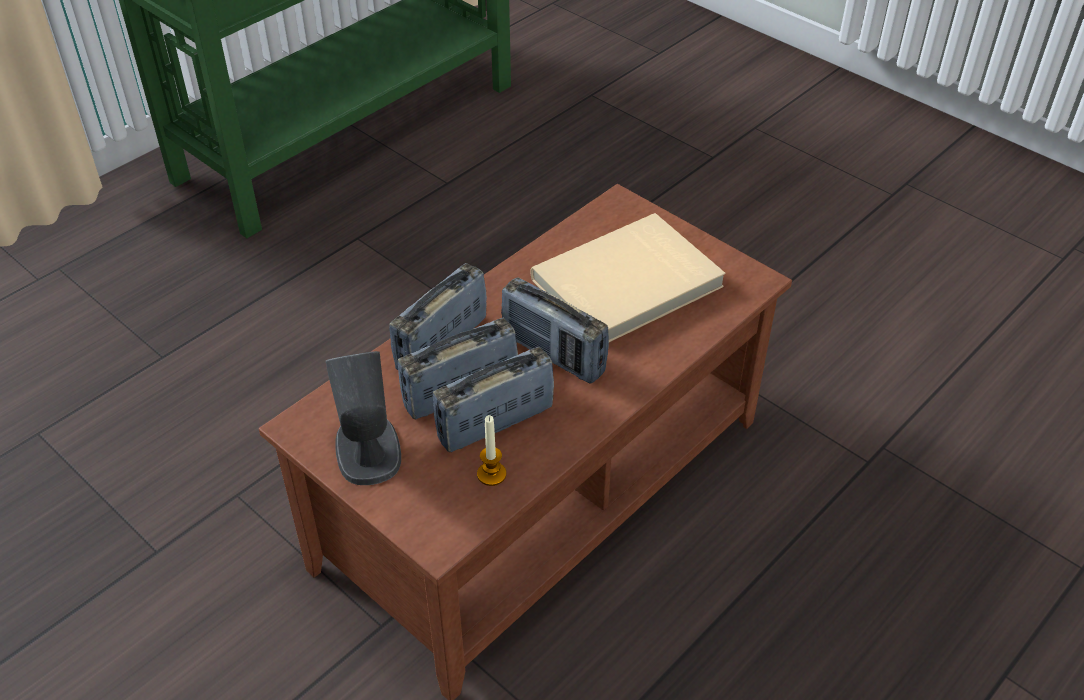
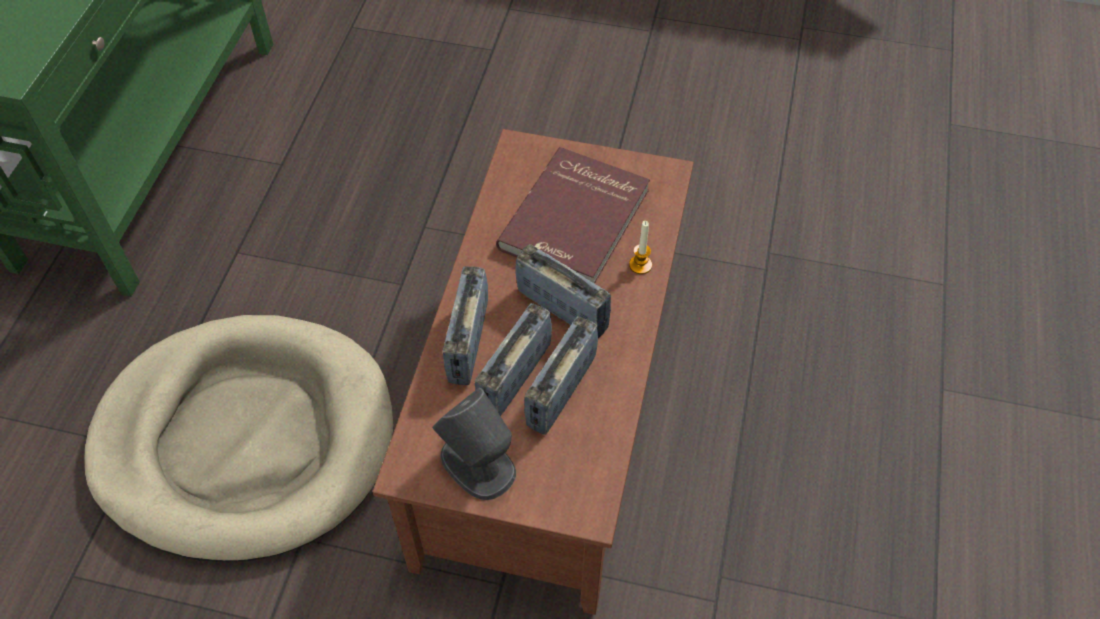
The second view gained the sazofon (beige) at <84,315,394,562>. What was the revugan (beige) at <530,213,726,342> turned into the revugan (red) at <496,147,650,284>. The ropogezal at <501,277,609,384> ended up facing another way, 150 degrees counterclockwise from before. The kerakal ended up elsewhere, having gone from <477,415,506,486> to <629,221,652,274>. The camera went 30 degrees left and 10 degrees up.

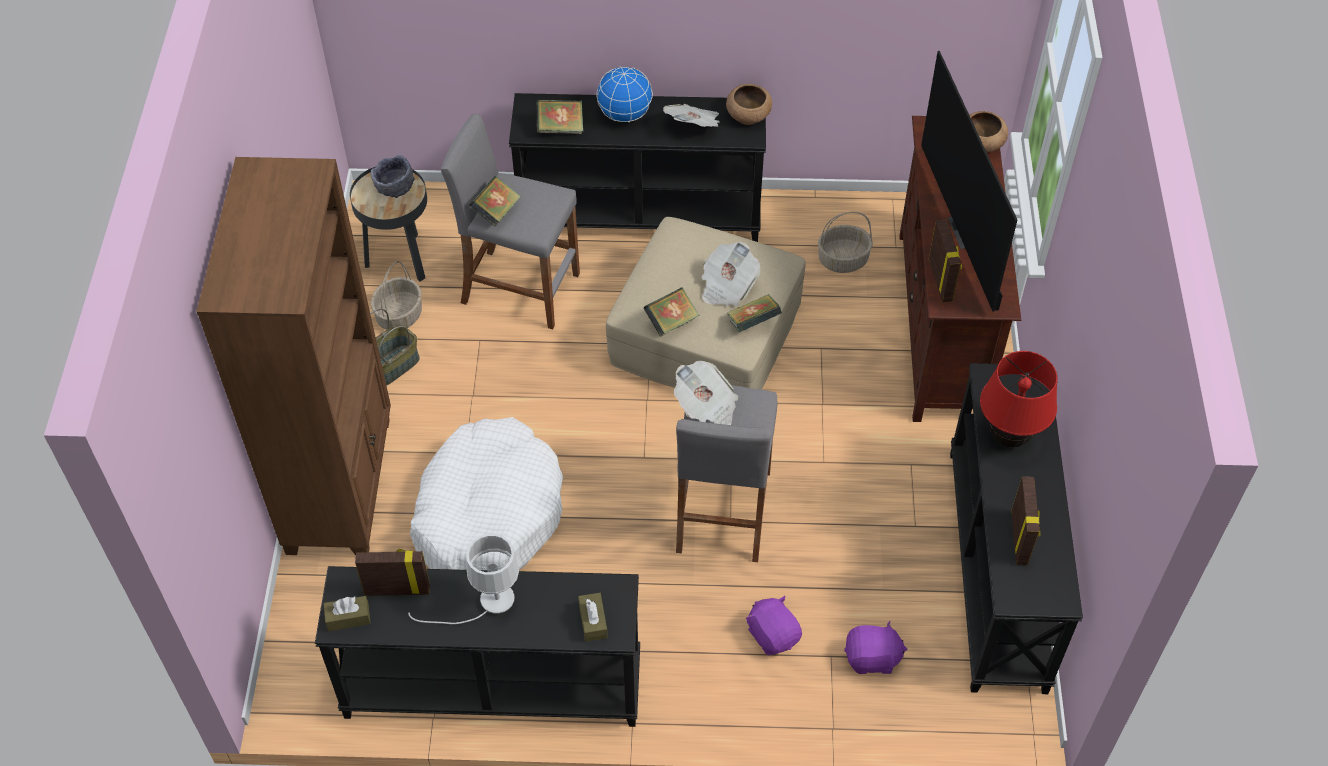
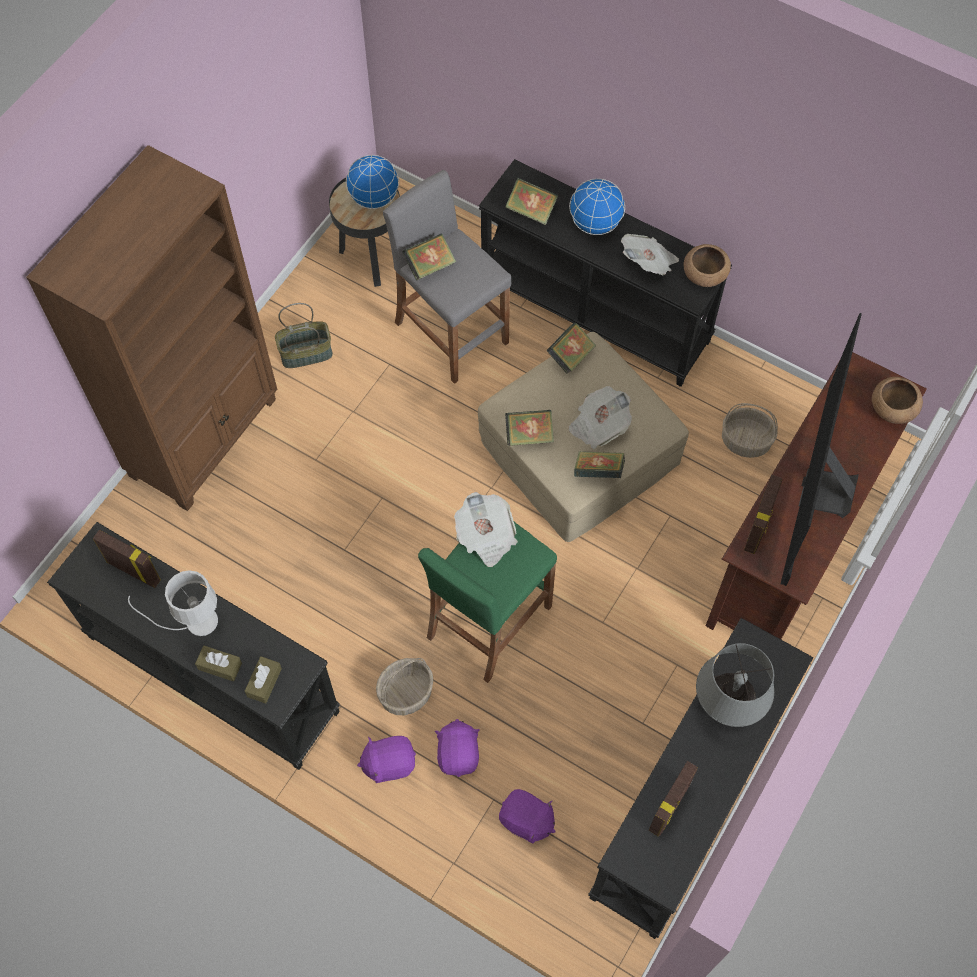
The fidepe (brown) ended up elsewhere, having gone from <323,596,371,631> to <195,646,242,682>. Where the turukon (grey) stood at <371,155,415,198>, the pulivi came to stand at <346,155,399,209>. The second view gained the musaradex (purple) at <357,736,416,783>. The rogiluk ended up elsewhere, having gone from <371,261,422,330> to <376,658,434,715>. What was the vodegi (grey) at <676,385,777,562> turned into the vodegi (green) at <418,522,557,683>. The second view gained the revugan at <547,322,596,374>. What was the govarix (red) at <980,351,1058,447> turned into the govarix (grey) at <696,643,774,727>. The second view lost the sazofon (white) at <410,417,563,570>. The camera went 30 degrees right and 10 degrees up.

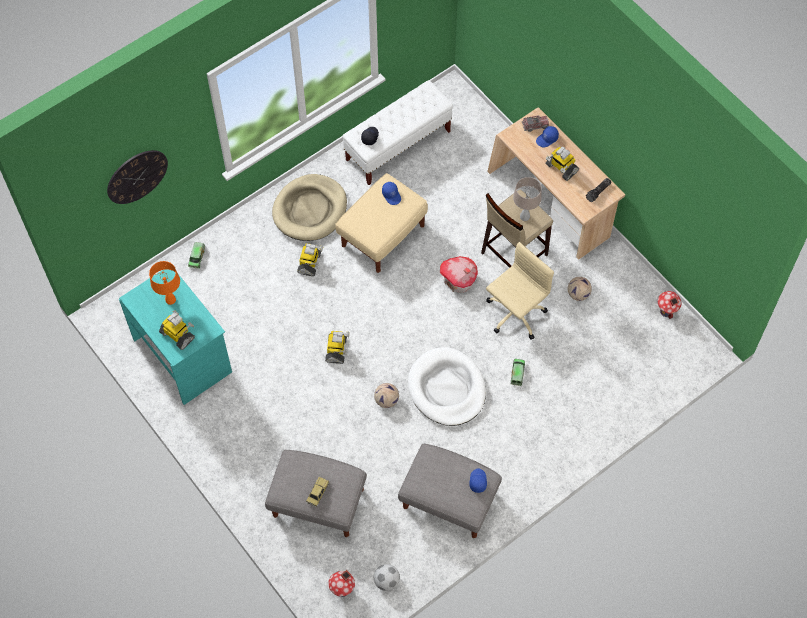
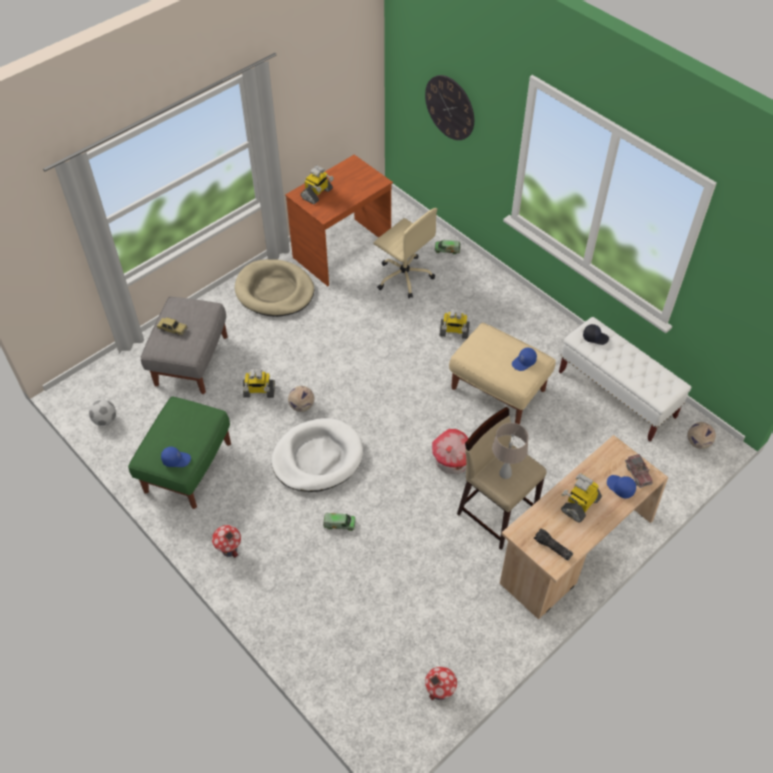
What was the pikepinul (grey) at <398,444,502,538> turned into the pikepinul (green) at <128,396,231,509>. The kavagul ended up elsewhere, having gone from <328,570,355,597> to <212,525,241,558>. The sazofon (beige) ended up elsewhere, having gone from <272,174,347,241> to <235,259,314,317>. The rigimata ended up elsewhere, having gone from <325,331,350,364> to <243,368,275,398>. What was the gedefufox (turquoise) at <119,270,232,405> turned into the gedefufox (brown) at <285,155,393,286>. The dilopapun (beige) ended up elsewhere, having gone from <486,242,554,340> to <373,208,437,298>. The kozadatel ended up elsewhere, having gone from <568,277,592,301> to <687,422,716,449>. The second view lost the govarix (orange) at <149,261,180,305>. The camera went 85 degrees right and 10 degrees down.

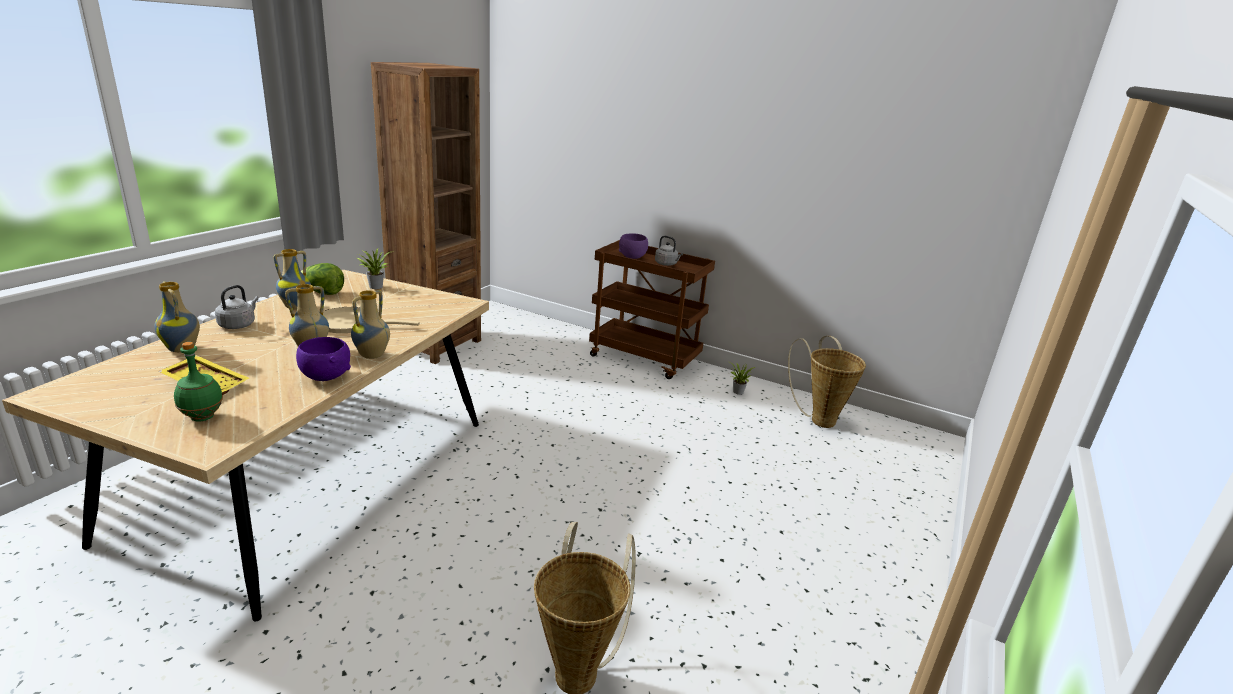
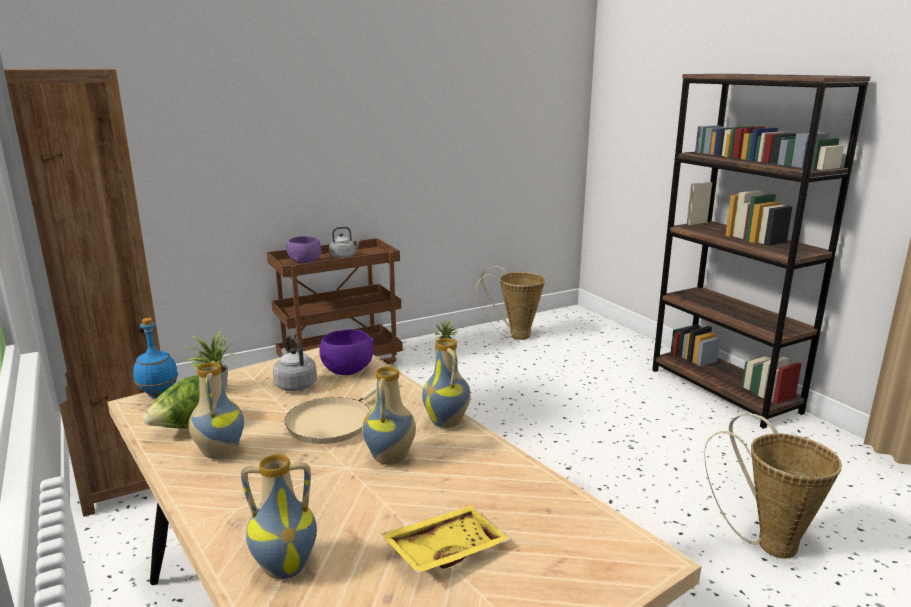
The second view gained the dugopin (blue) at <133,318,178,398>. The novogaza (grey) ended up elsewhere, having gone from <215,285,259,329> to <273,335,317,391>. The turukon (purple) ended up elsewhere, having gone from <296,337,351,381> to <319,329,375,375>. The second view gained the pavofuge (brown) at <652,74,871,429>. The second view lost the dugopin (green) at <174,342,223,421>. The camera went 55 degrees left and 5 degrees down.

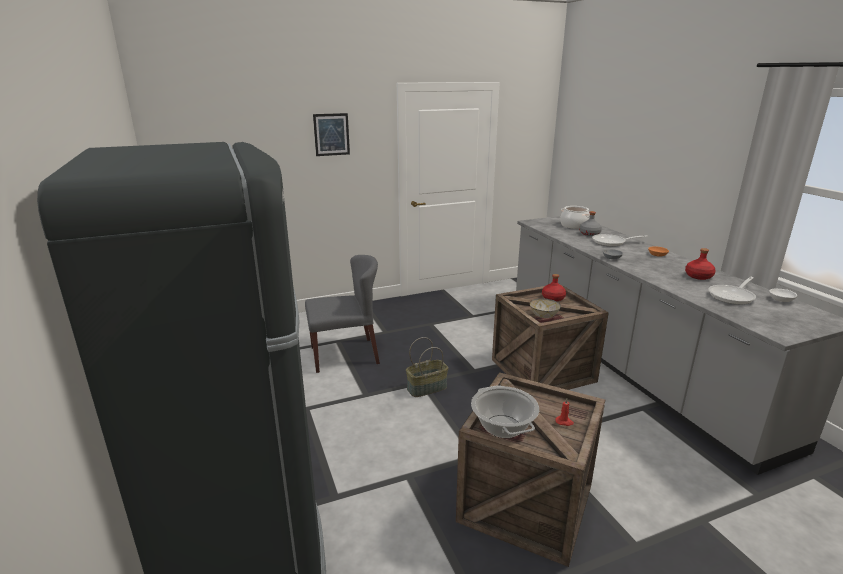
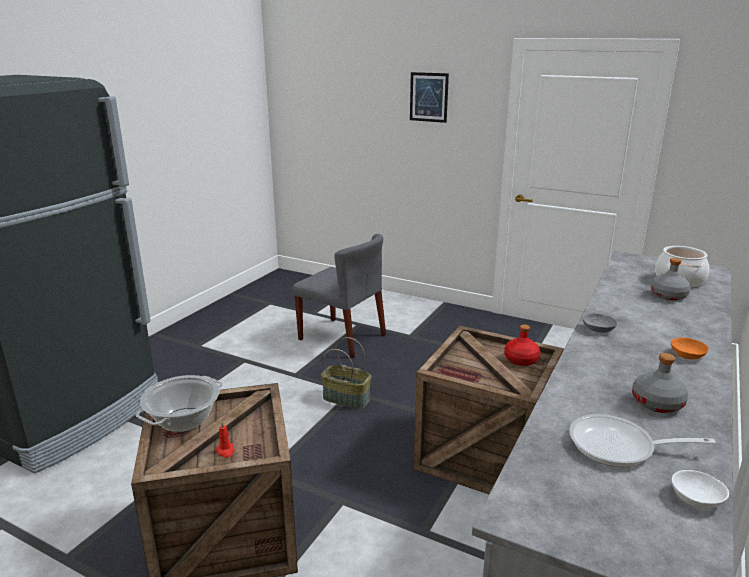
What was the dugopin (red) at <685,248,716,280> turned into the dugopin (grey) at <632,353,688,413>. The second view lost the turukon at <530,298,561,318>. The second view lost the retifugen at <592,234,648,247>. The camera went 50 degrees right and 0 degrees up.

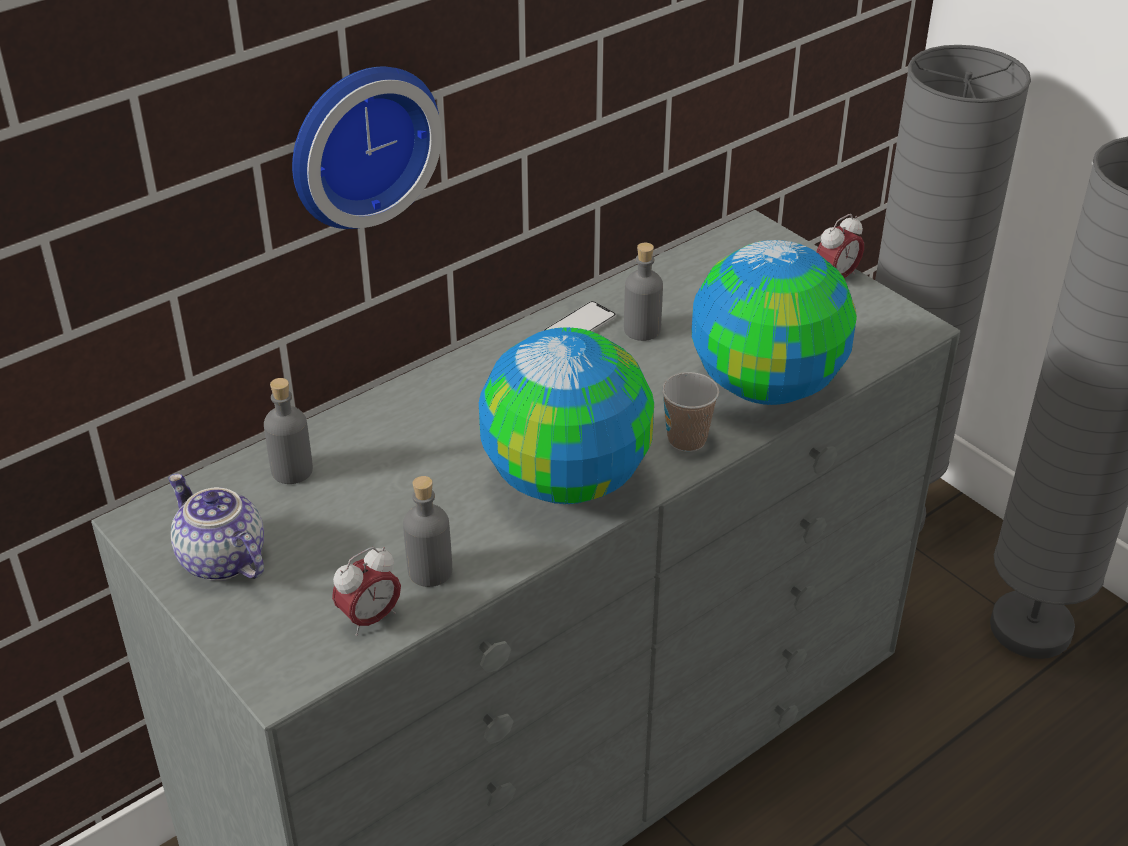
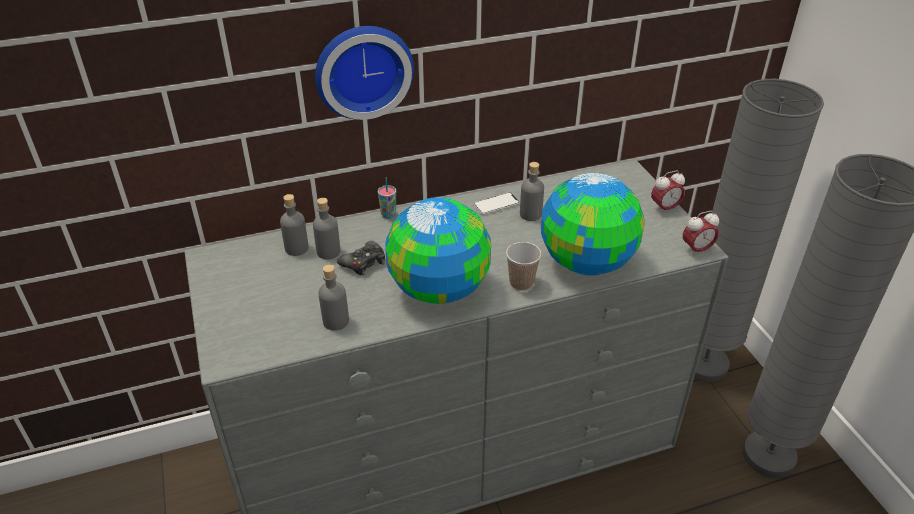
The second view gained the dugopin (grey) at <313,198,340,259>. The second view gained the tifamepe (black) at <337,241,385,276>. The second view gained the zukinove at <378,178,396,219>. The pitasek ended up elsewhere, having gone from <332,547,401,636> to <683,211,719,256>. The second view lost the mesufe at <168,474,264,581>. The camera went 20 degrees right and 0 degrees up.

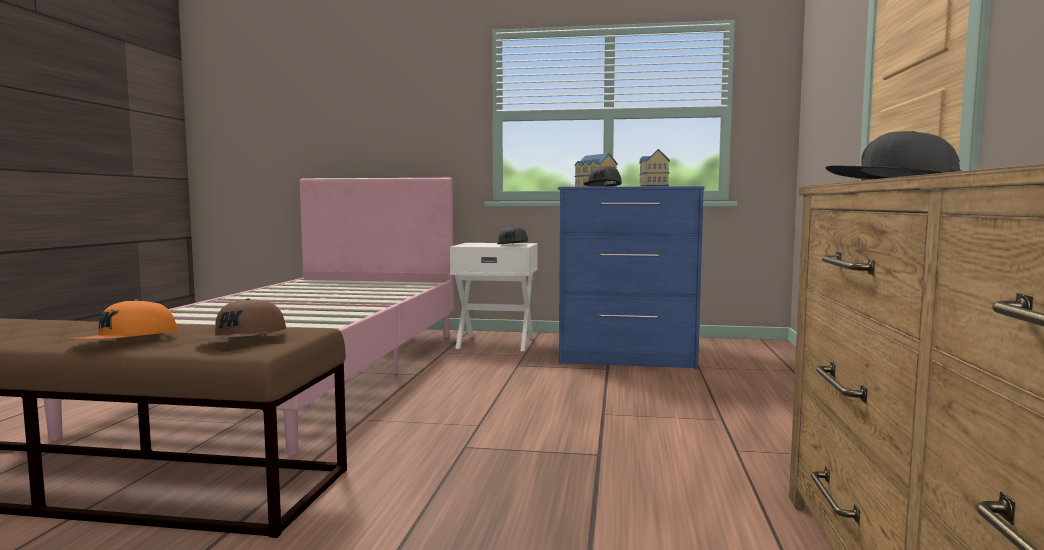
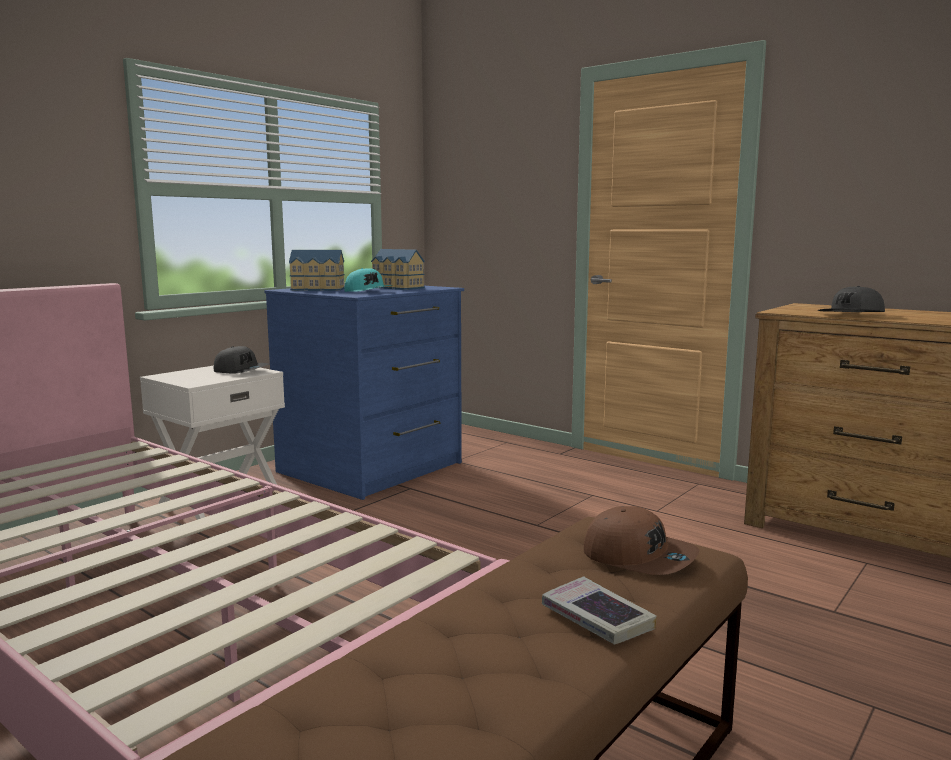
What was the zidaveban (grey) at <584,166,622,187> turned into the zidaveban (turquoise) at <344,268,393,292>. Where the zidaveban (orange) stood at <69,299,178,339>, the revugan came to stand at <542,576,657,644>. The camera went 60 degrees left and 5 degrees up.

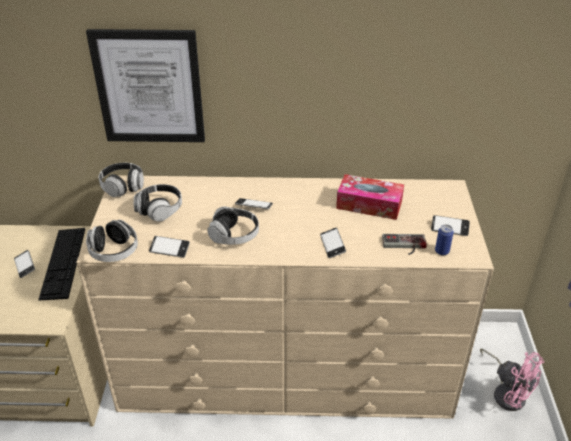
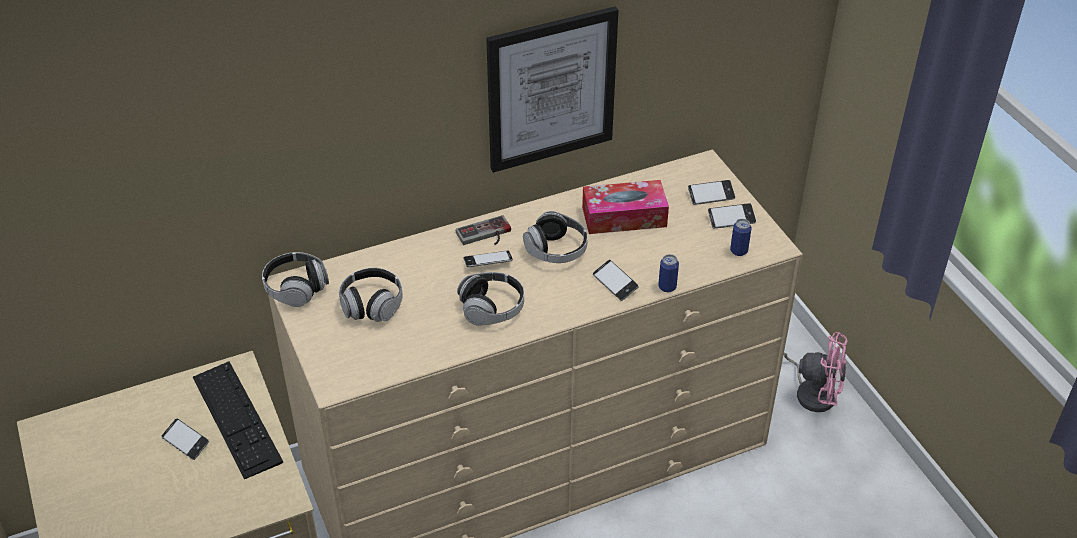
The tifamepe ended up elsewhere, having gone from <382,234,427,255> to <456,215,511,245>. The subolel ended up elsewhere, having gone from <86,29,205,142> to <486,6,618,173>. The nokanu ended up elsewhere, having gone from <86,220,138,262> to <523,211,588,263>. The second view gained the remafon at <658,254,679,292>. The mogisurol ended up elsewhere, having gone from <149,236,190,258> to <688,180,735,205>. The camera went 25 degrees left and 5 degrees up.

